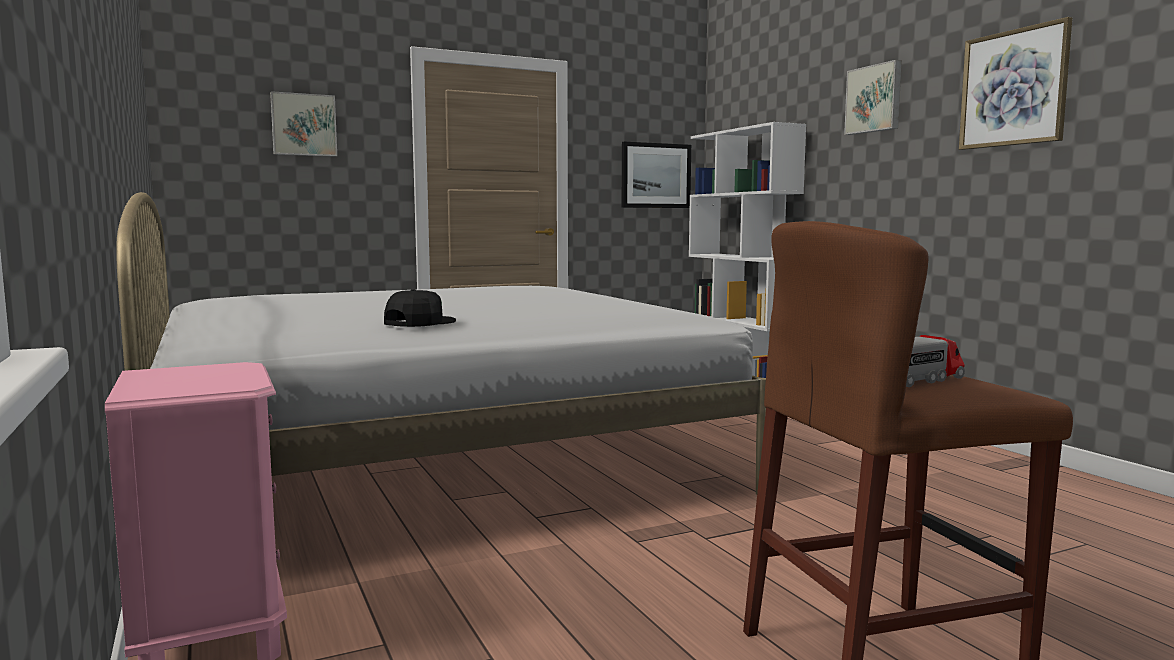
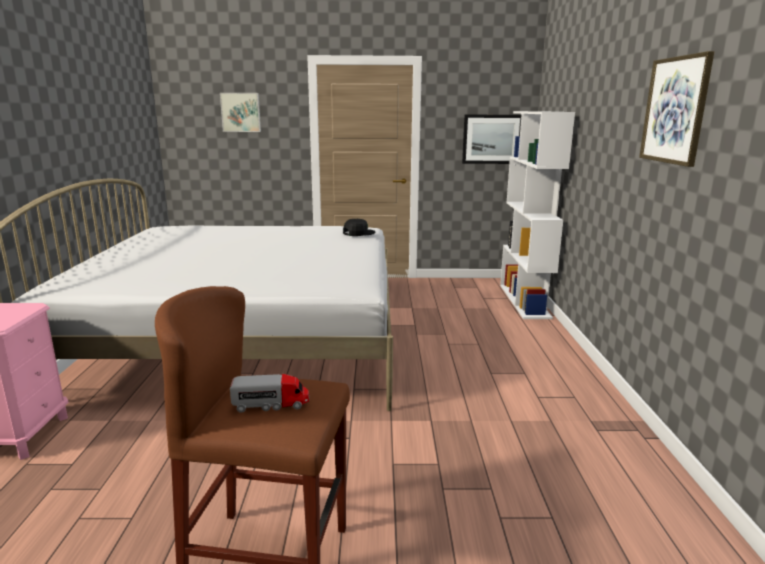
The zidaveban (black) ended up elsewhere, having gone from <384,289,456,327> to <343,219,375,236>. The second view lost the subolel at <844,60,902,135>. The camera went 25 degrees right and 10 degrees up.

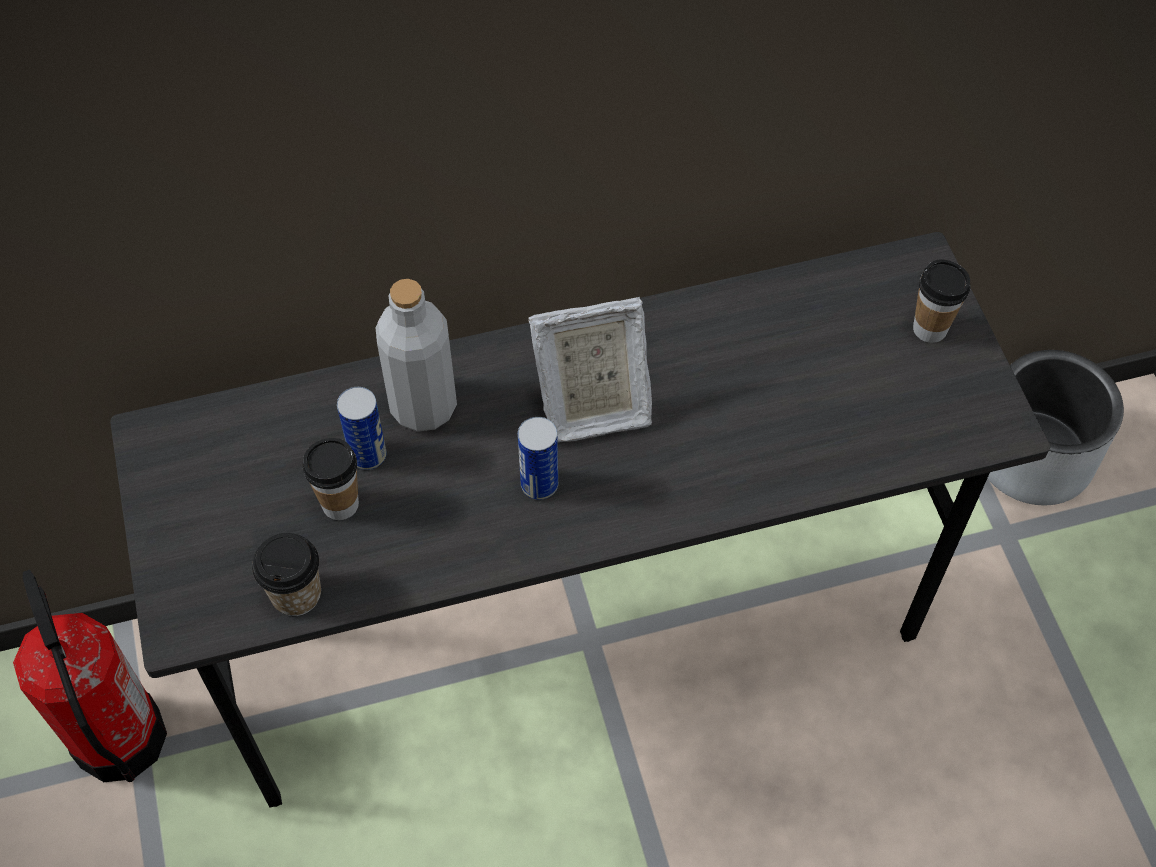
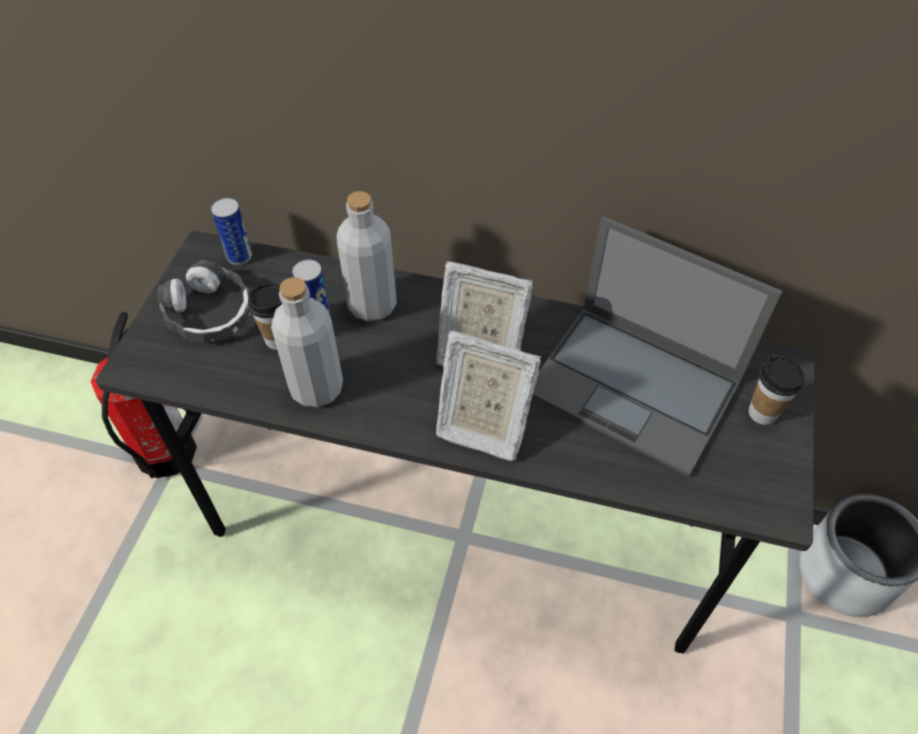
The second view gained the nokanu at <157,260,251,343>. The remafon ended up elsewhere, having gone from <518,417,558,500> to <211,198,252,265>. The second view gained the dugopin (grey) at <271,277,343,408>. The second view gained the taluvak at <436,331,541,461>. The second view gained the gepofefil at <532,216,782,477>. The second view lost the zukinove at <252,533,321,616>. The camera went 30 degrees right and 5 degrees down.

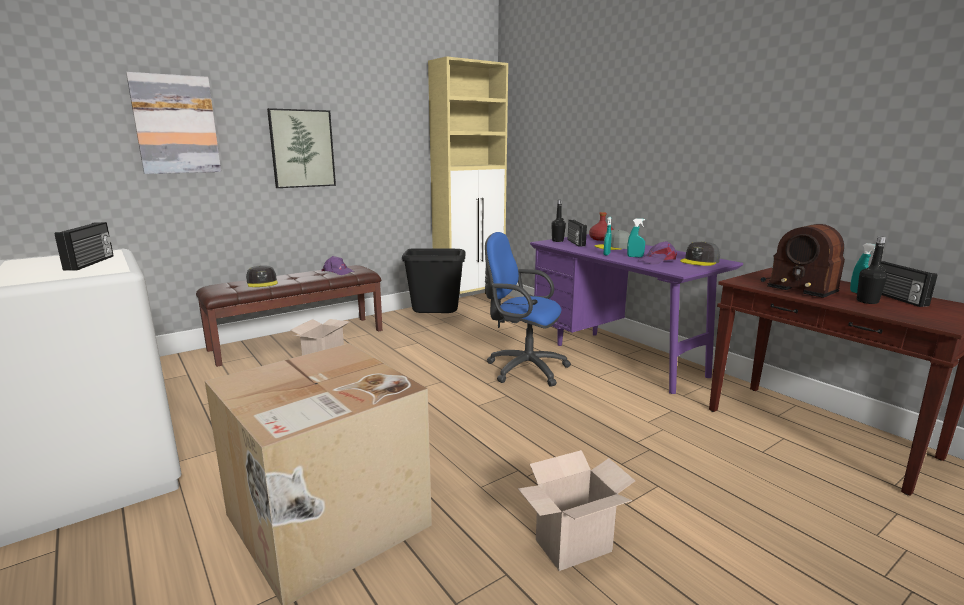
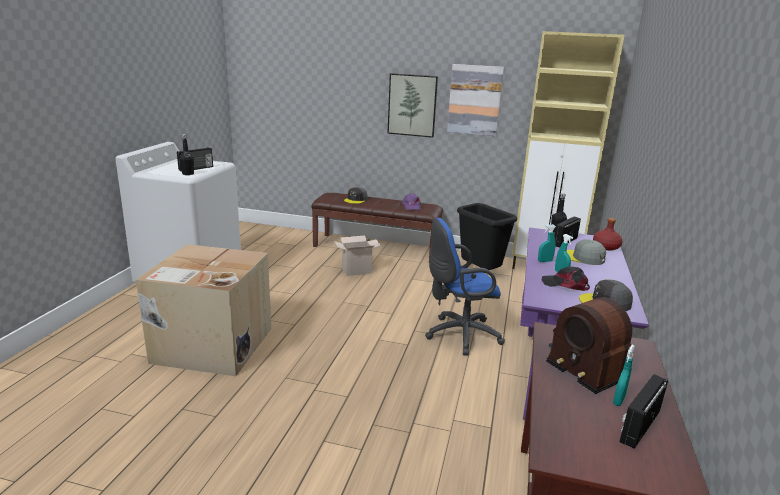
The dugopin (black) ended up elsewhere, having gone from <857,236,888,304> to <179,134,194,175>. The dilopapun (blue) at <485,232,571,387> ended up facing another way, 90 degrees counterclockwise from before. The subolel ended up elsewhere, having gone from <126,72,221,174> to <447,64,504,136>. What was the zidaveban (purple) at <638,241,677,265> turned into the zidaveban (black) at <542,267,590,291>. The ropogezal at <761,224,845,298> ended up facing another way, 45 degrees counterclockwise from before. The second view lost the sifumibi at <518,450,635,571>. The camera went 50 degrees right and 5 degrees up.

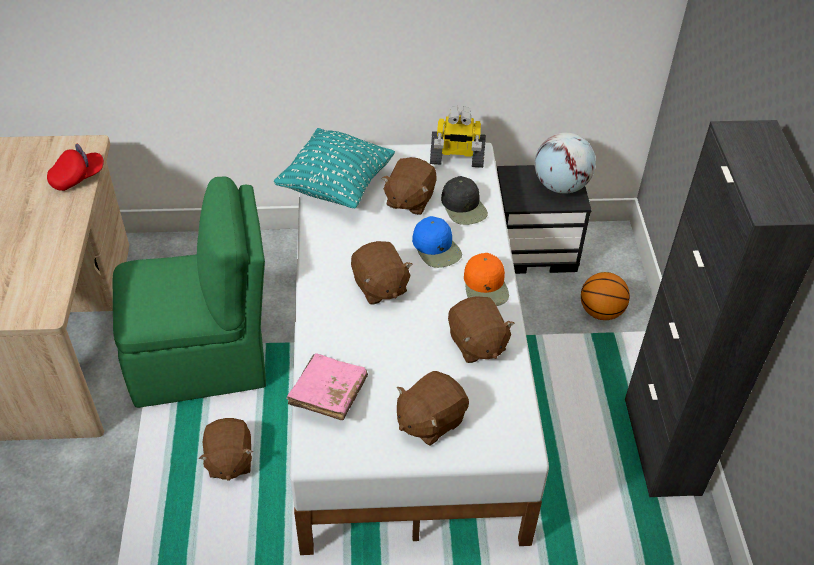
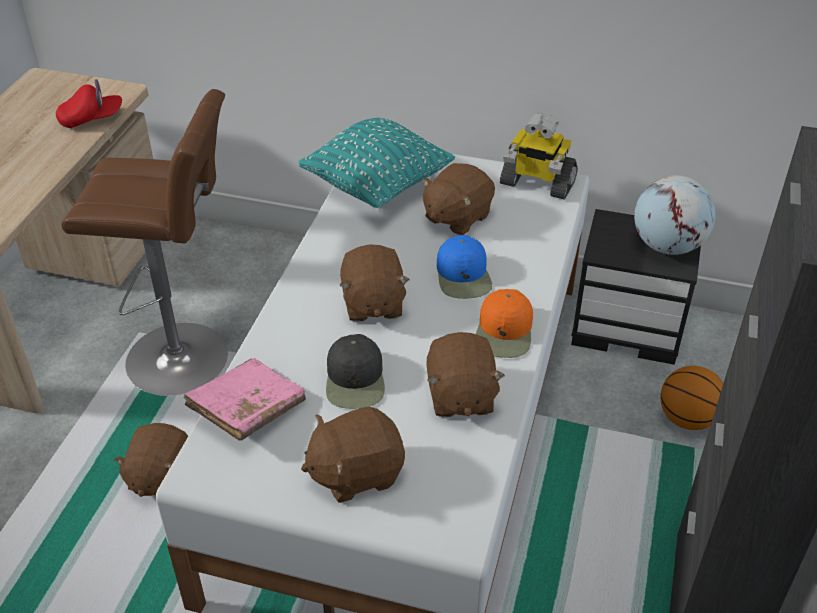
Where the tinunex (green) stood at <113,176,266,408>, the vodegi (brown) came to stand at <61,89,228,396>. The zidaveban (black) ended up elsewhere, having gone from <441,176,488,225> to <326,334,385,409>. The camera went 20 degrees right and 5 degrees down.

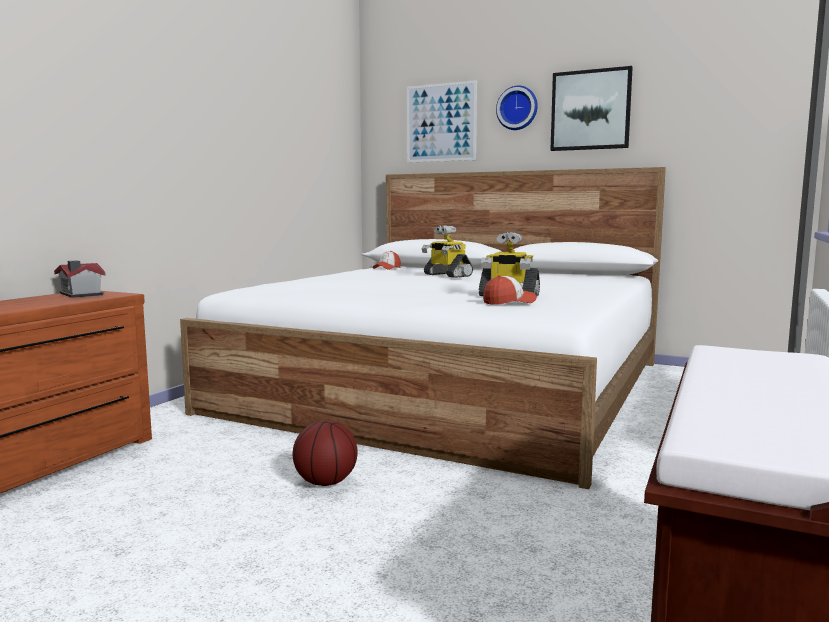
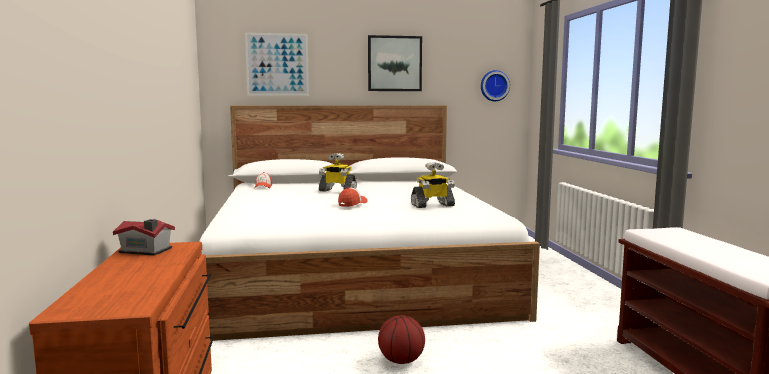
The zidaveban ended up elsewhere, having gone from <483,275,537,305> to <338,188,368,207>. The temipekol ended up elsewhere, having gone from <496,85,538,130> to <481,70,510,101>. The camera went 35 degrees left and 0 degrees up.

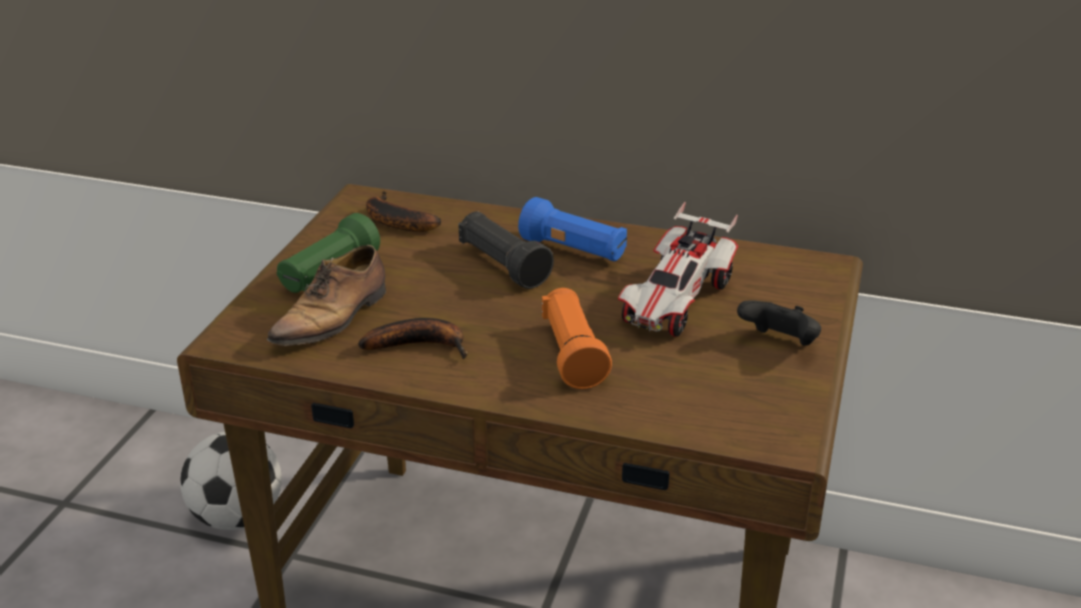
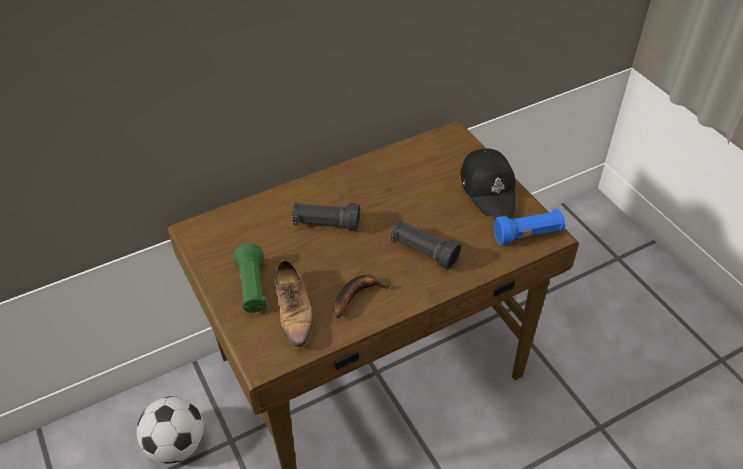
What was the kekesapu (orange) at <541,288,612,389> turned into the kekesapu (black) at <391,220,461,270>. Where the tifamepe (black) stood at <737,300,821,345>, the zidaveban (black) came to stand at <461,149,515,216>. The kekesapu (blue) ended up elsewhere, having gone from <518,197,627,261> to <494,209,565,245>. The second view lost the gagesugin at <366,191,441,232>. The second view lost the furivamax at <618,202,739,337>. The camera went 45 degrees left and 15 degrees up.

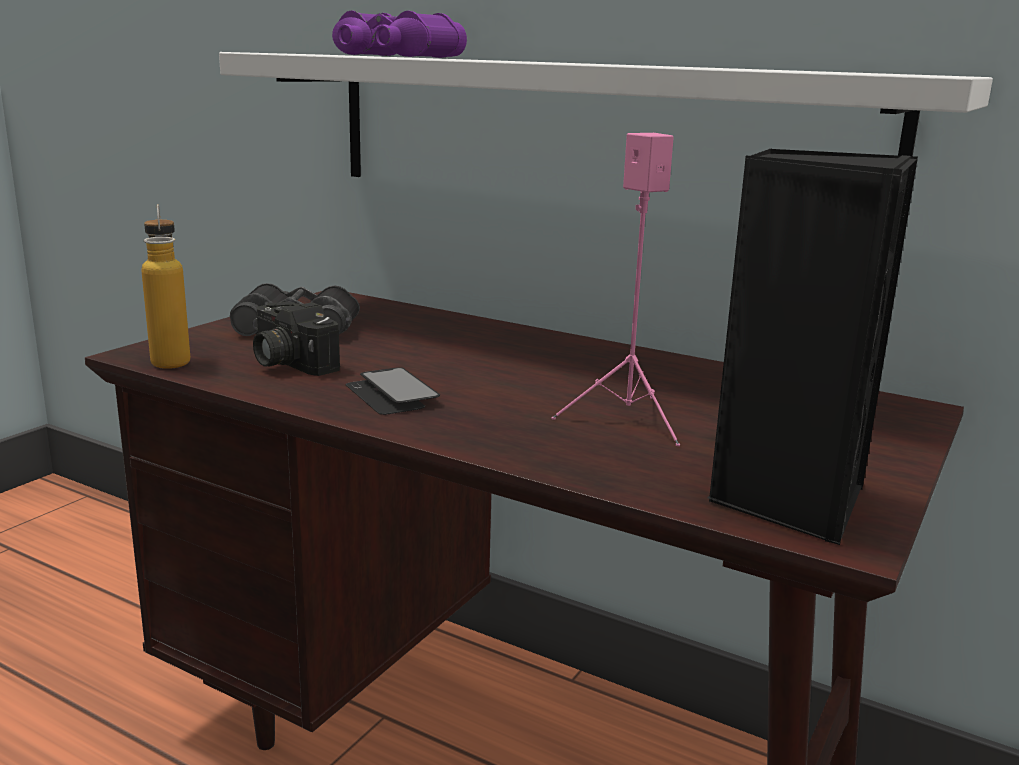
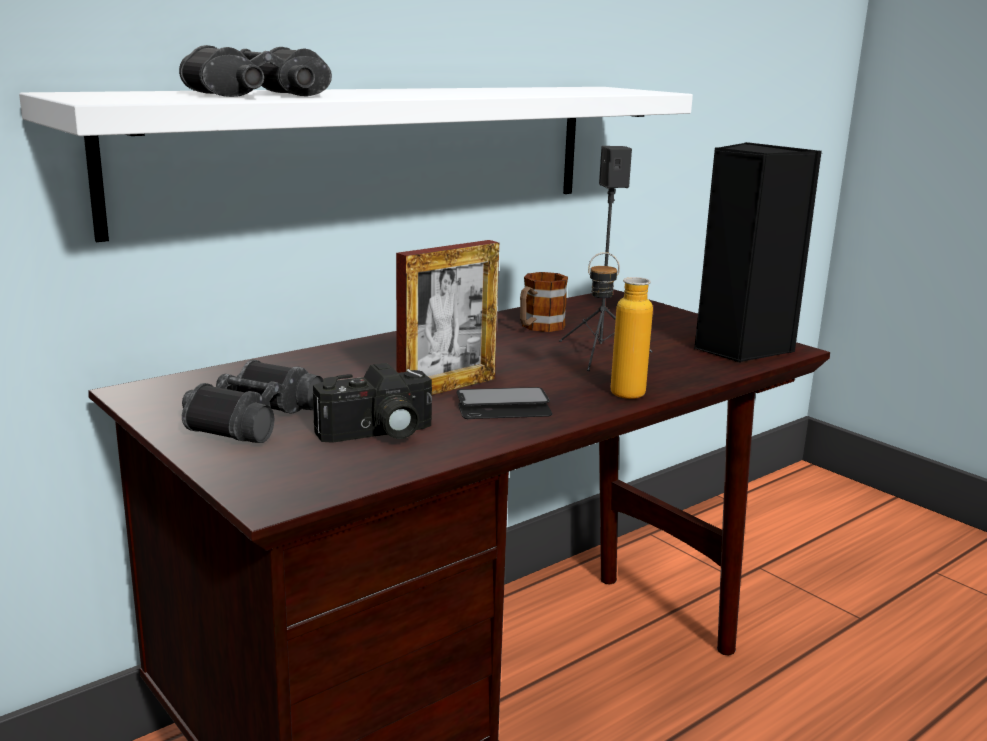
What was the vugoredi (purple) at <332,11,467,58> turned into the vugoredi (black) at <179,45,332,97>. The second view gained the taluvak at <396,240,499,395>. The second view gained the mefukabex at <520,272,568,332>. What was the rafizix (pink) at <551,133,680,446> turned into the rafizix (black) at <559,146,653,371>. The dugopin ended up elsewhere, having gone from <141,204,190,369> to <588,252,653,399>. The camera went 70 degrees left and 0 degrees up.

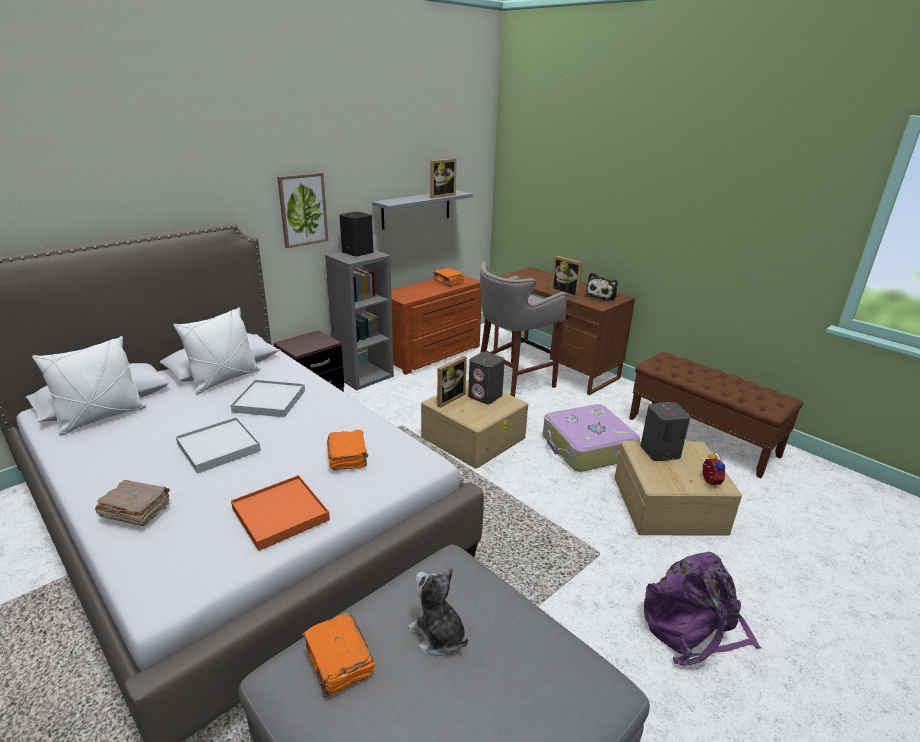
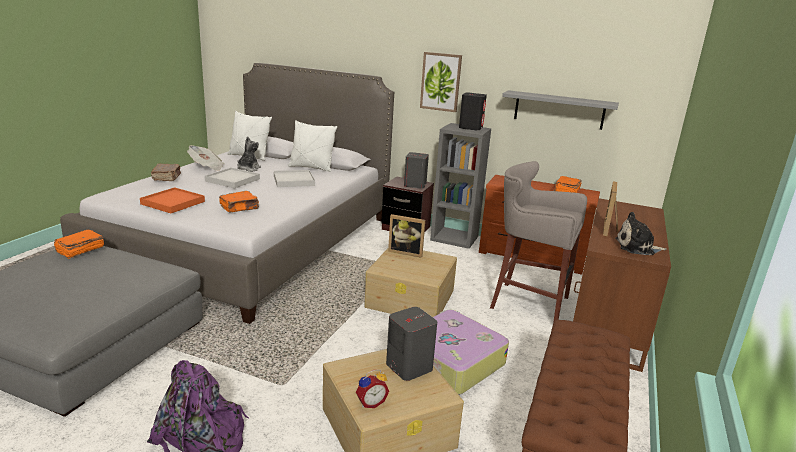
The second view gained the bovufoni at <187,145,225,171>. The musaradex ended up elsewhere, having gone from <408,568,468,656> to <238,136,261,172>. The rafizix (grey) ended up elsewhere, having gone from <468,352,505,404> to <404,152,429,189>. The second view lost the taluvak at <430,158,457,198>. The camera went 65 degrees right and 5 degrees down.

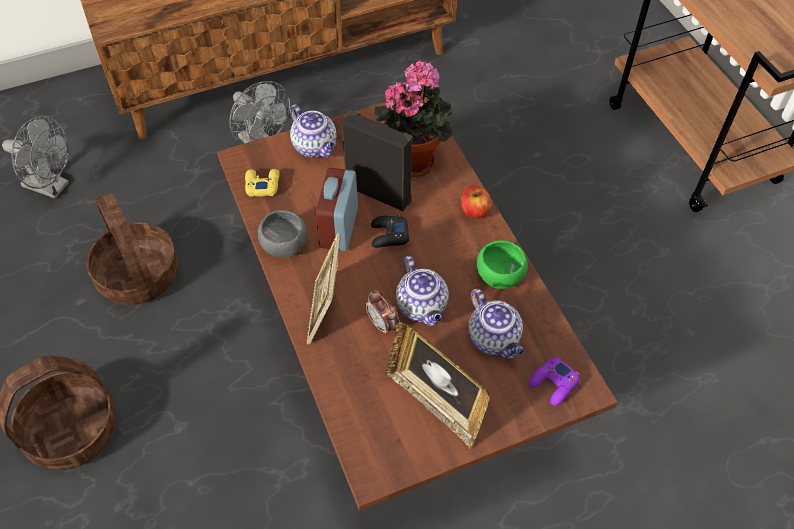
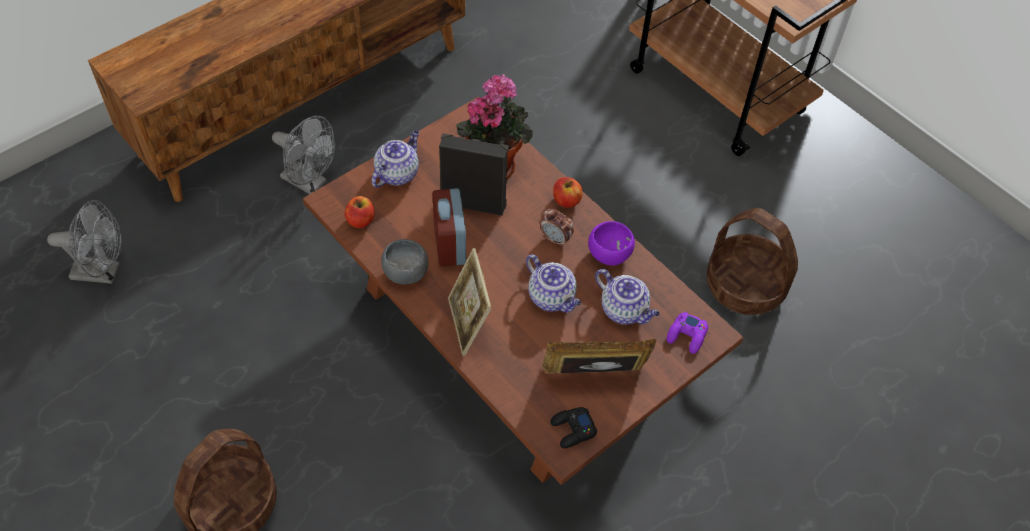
Where the tifamepe (yellow) stood at <245,169,280,197>, the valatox came to stand at <345,196,374,228>. The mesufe at <290,104,337,158> ended up facing another way, 90 degrees counterclockwise from before. The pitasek ended up elsewhere, having gone from <365,290,399,335> to <540,209,574,247>. The taluvak at <386,321,489,449> ended up facing another way, 150 degrees clockwise from before. The tifamepe (black) ended up elsewhere, having gone from <371,215,409,248> to <550,407,597,448>. What was the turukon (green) at <477,240,528,289> turned into the turukon (purple) at <588,221,635,266>. The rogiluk ended up elsewhere, having gone from <86,192,178,305> to <707,208,798,315>. The camera went 20 degrees left and 0 degrees up.

